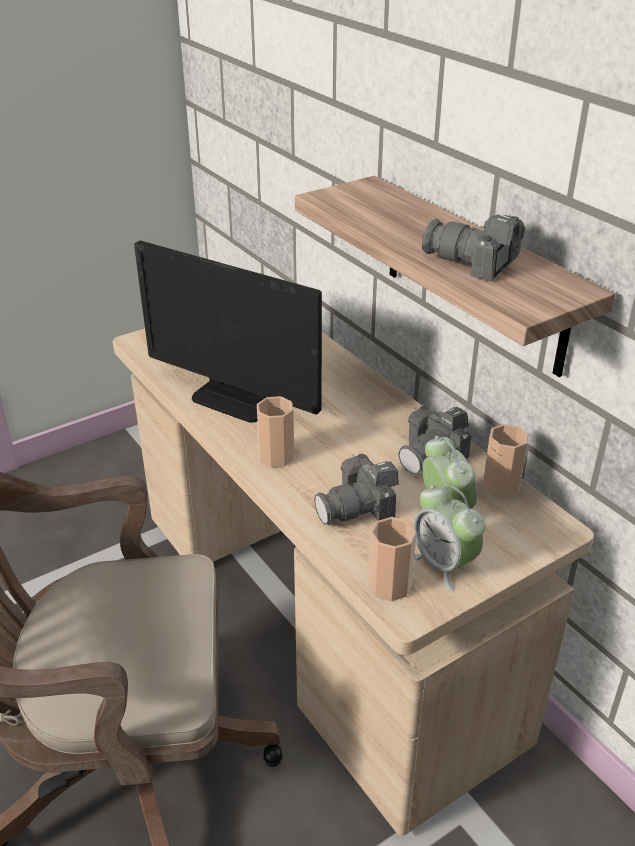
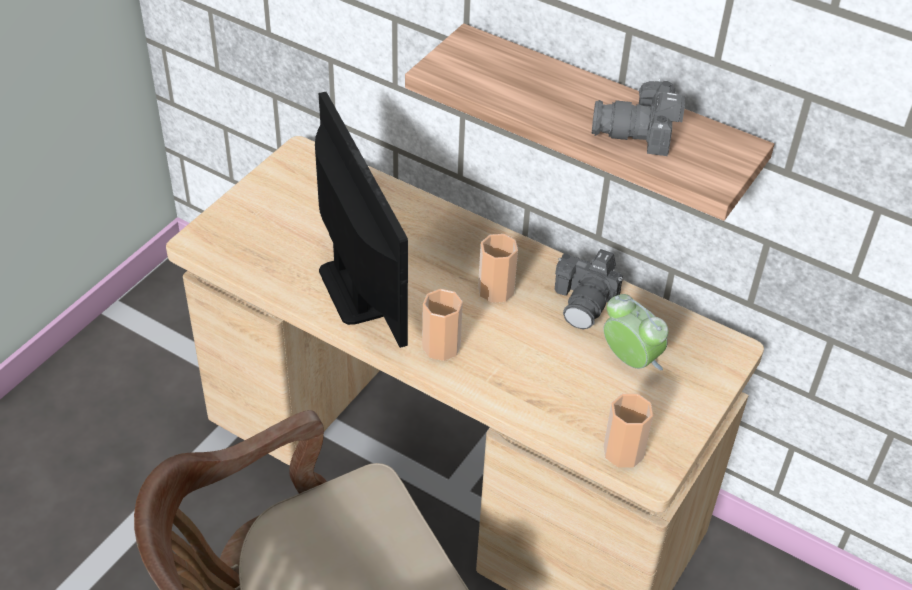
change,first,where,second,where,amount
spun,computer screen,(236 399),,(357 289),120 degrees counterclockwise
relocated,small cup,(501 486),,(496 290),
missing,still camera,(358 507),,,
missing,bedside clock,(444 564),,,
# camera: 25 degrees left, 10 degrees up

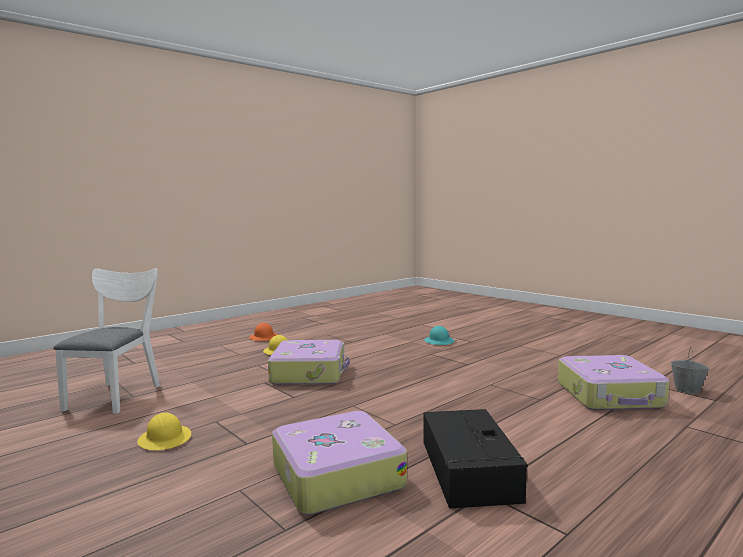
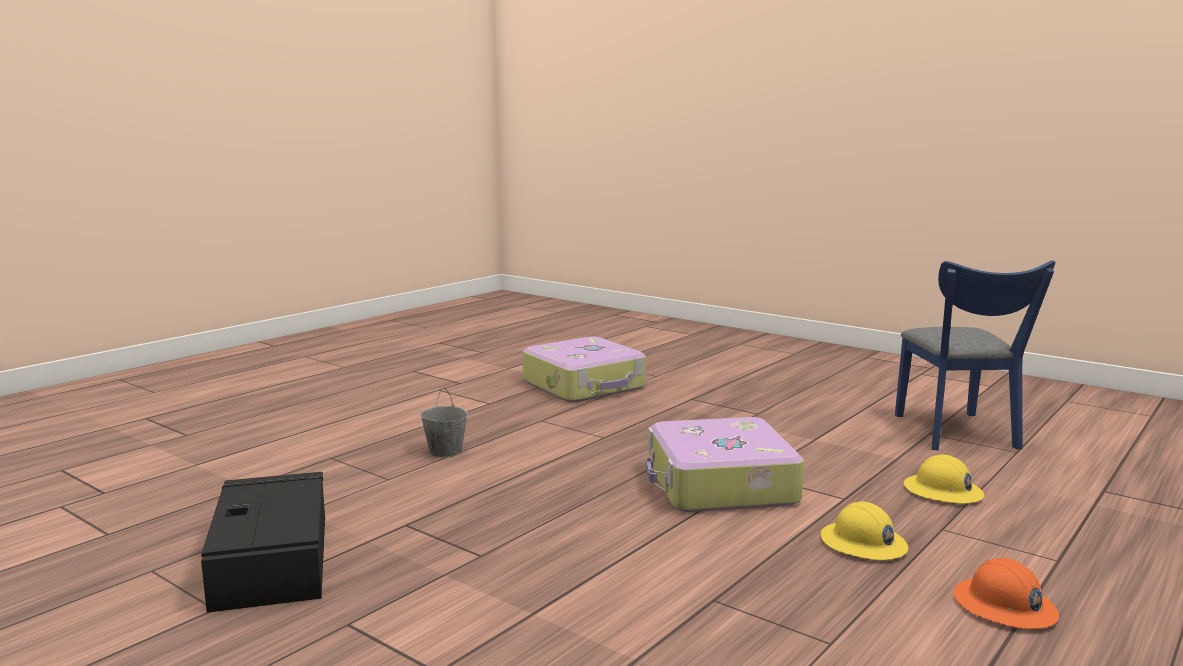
change,first,where,second,where,amount
colour,chair/whitish,(117 395),chair/bluish,(958 434),
missing,safety helmet/turquoise-coloured,(439 341),,,
relocated,water bucket/greyish,(687 390),,(445 451),
missing,travel case,(610 395),,,
relocated,storage container/black,(469 470),,(272 559),
relocated,safety helmet/yellowish,(165 439),,(943 491),
# camera: 170 degrees right, 5 degrees up

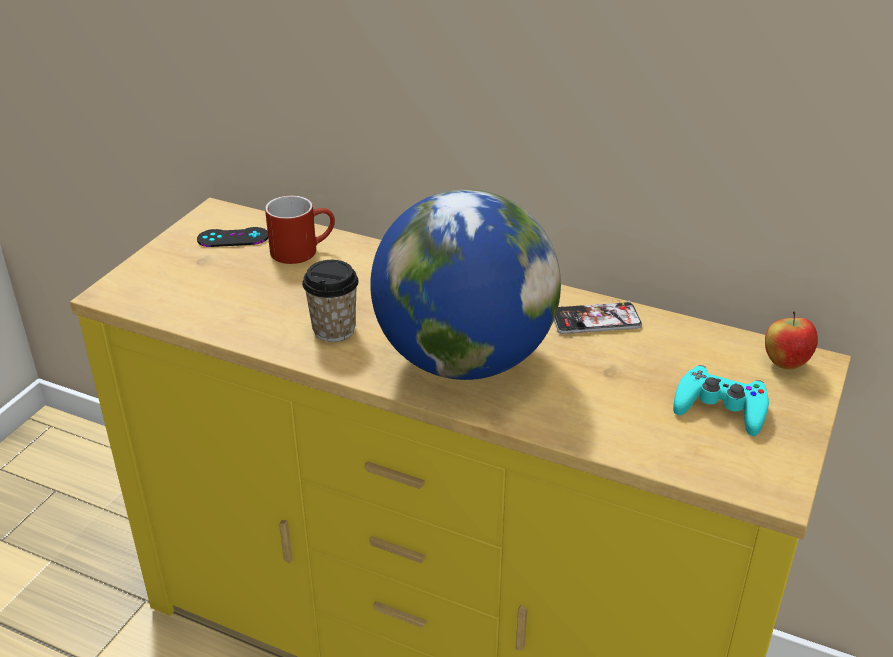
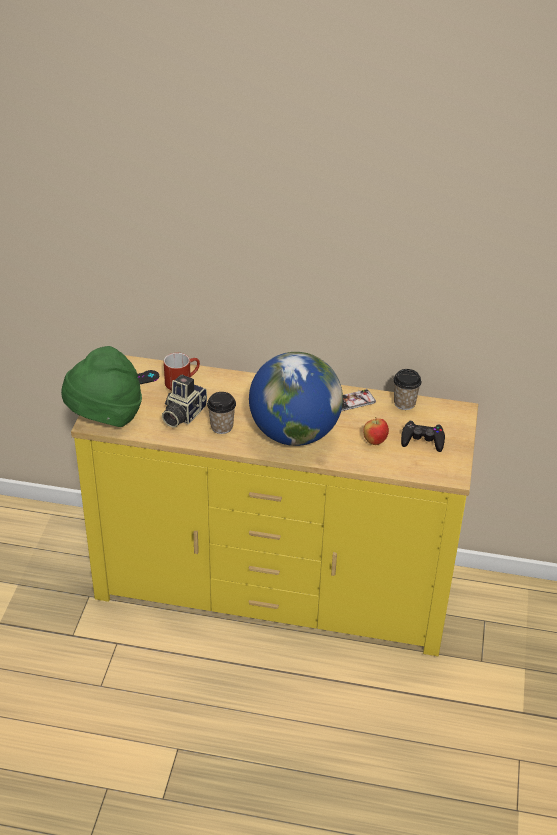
change,first,where,second,where,amount
relocated,apple fruit,(785 363),,(375 441),
colour,gamepad/turquoise-coloured,(720 408),gamepad/black,(422 440),
appeared,,,wearable hat/greenish,(105 416),
appeared,,,small cup,(404 403),
appeared,,,still camera,(182 414),
# camera: 15 degrees left, 5 degrees up

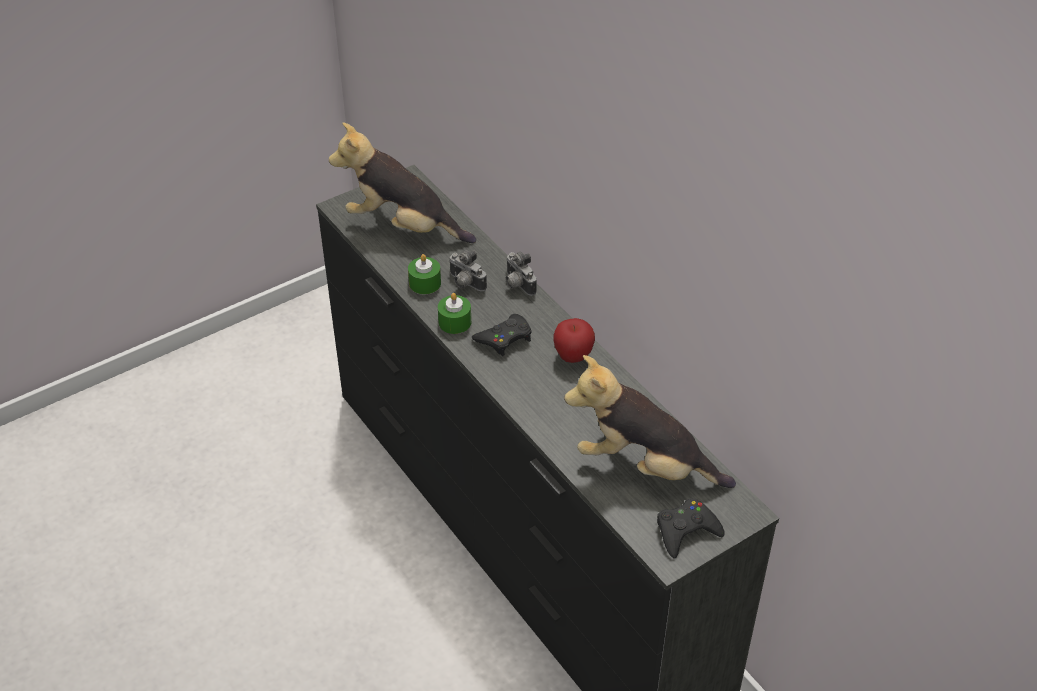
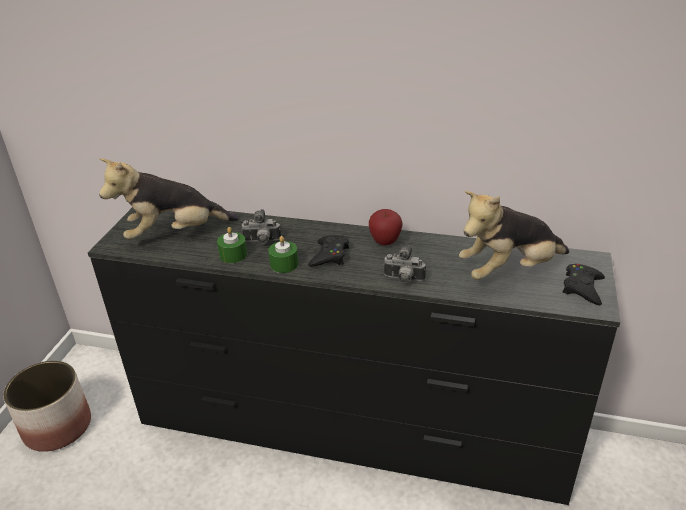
change,first,where,second,where,amount
relocated,still camera,(517 285),,(403 279),
appeared,,,plant pot,(58 426),
# camera: 40 degrees left, 10 degrees down

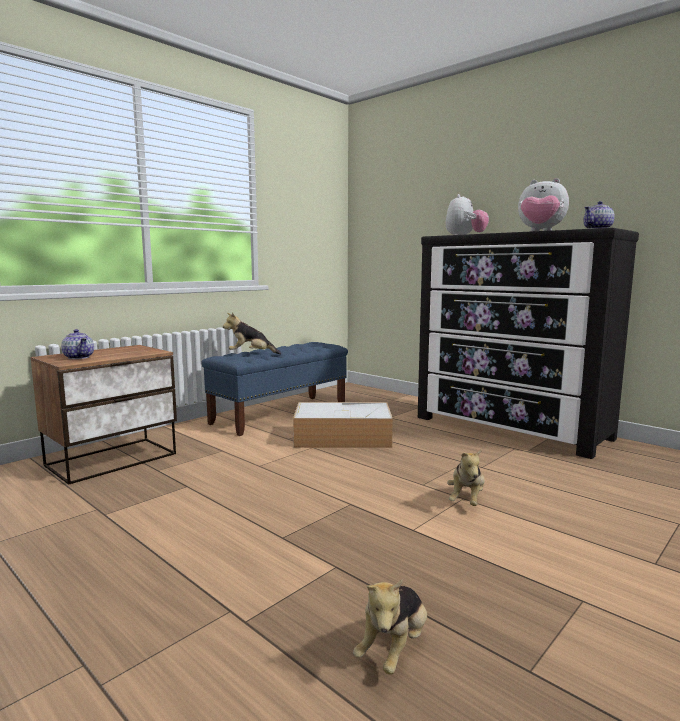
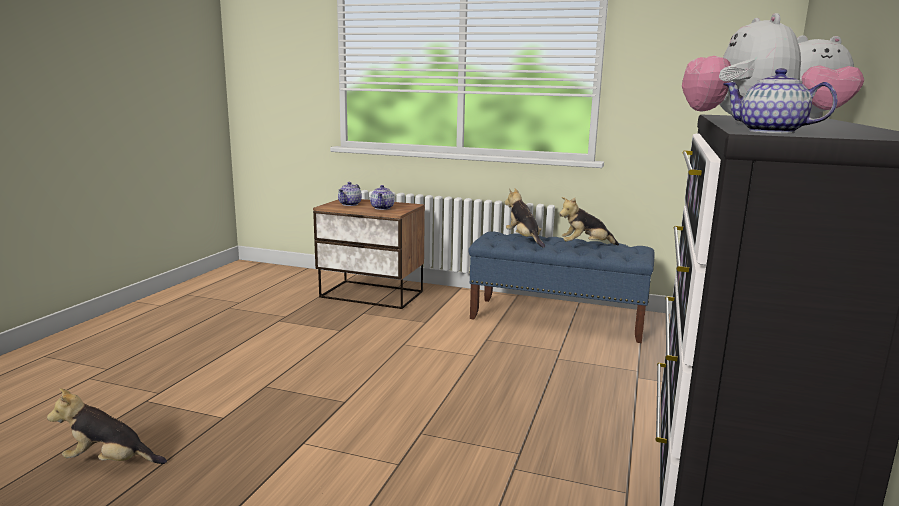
change,first,where,second,where,amount
missing,storage container,(344 437),,,
relocated,cuddly toy,(466 500),,(585 246),
appeared,,,tea pot,(382 208),
# camera: 65 degrees right, 5 degrees up

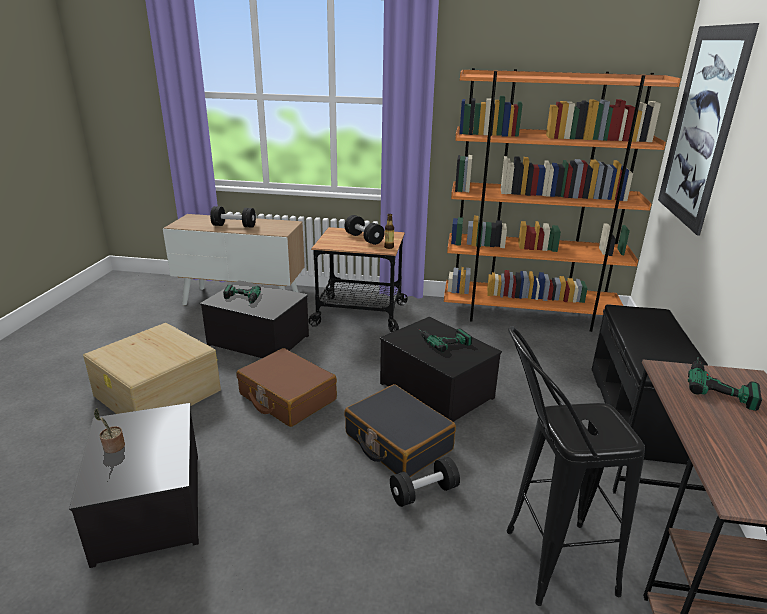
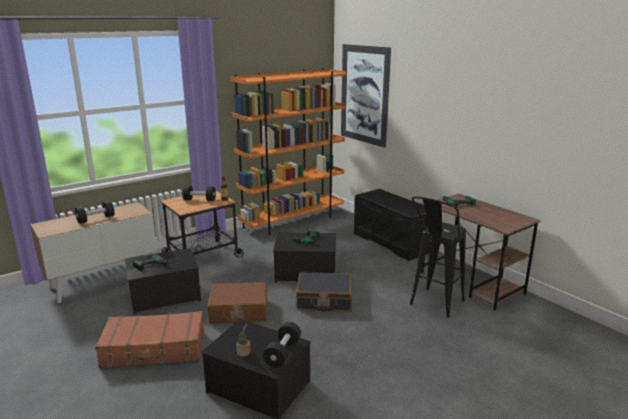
change,first,where,second,where,amount
exchanged,storage container/beige-coloured,(158 393),travel case/brown-coloured,(154 349),
relocated,dumbbell/black,(424 492),,(282 353),
# camera: 45 degrees left, 5 degrees down

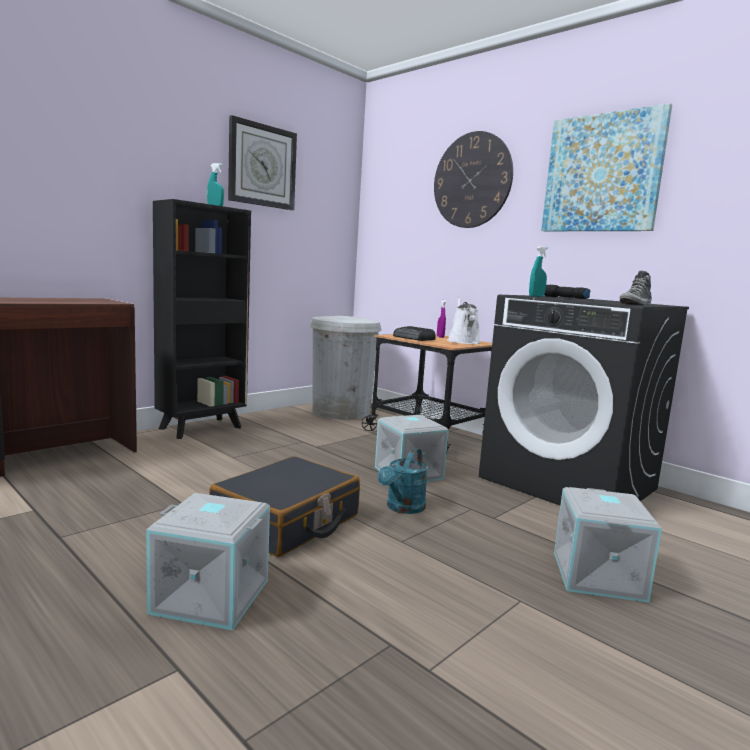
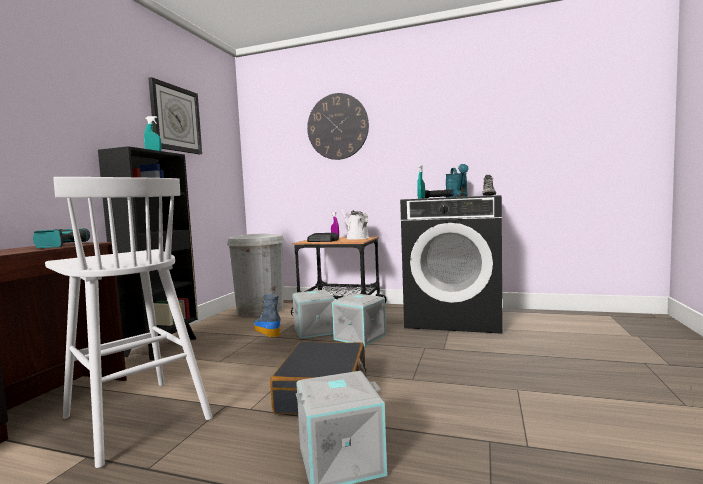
change,first,where,second,where,amount
missing,picture,(602 173),,,
relocated,watering pot/turquoise-coloured,(403 508),,(458 197),
relocated,storage container/greyish,(600 576),,(315 330),
appeared,,,stool/whitish,(135 417),
appeared,,,power drill,(55 246),
appeared,,,tall boot,(266 331),
# camera: 25 degrees left, 5 degrees down

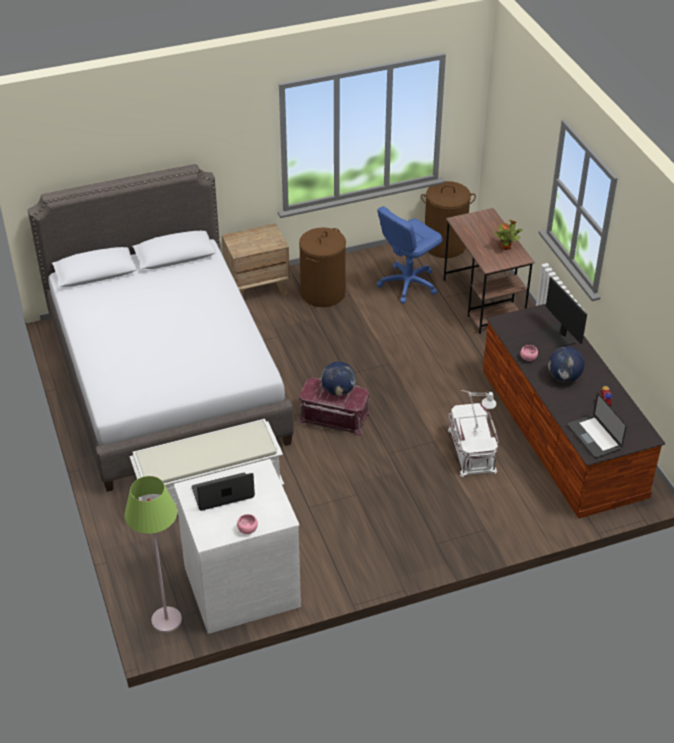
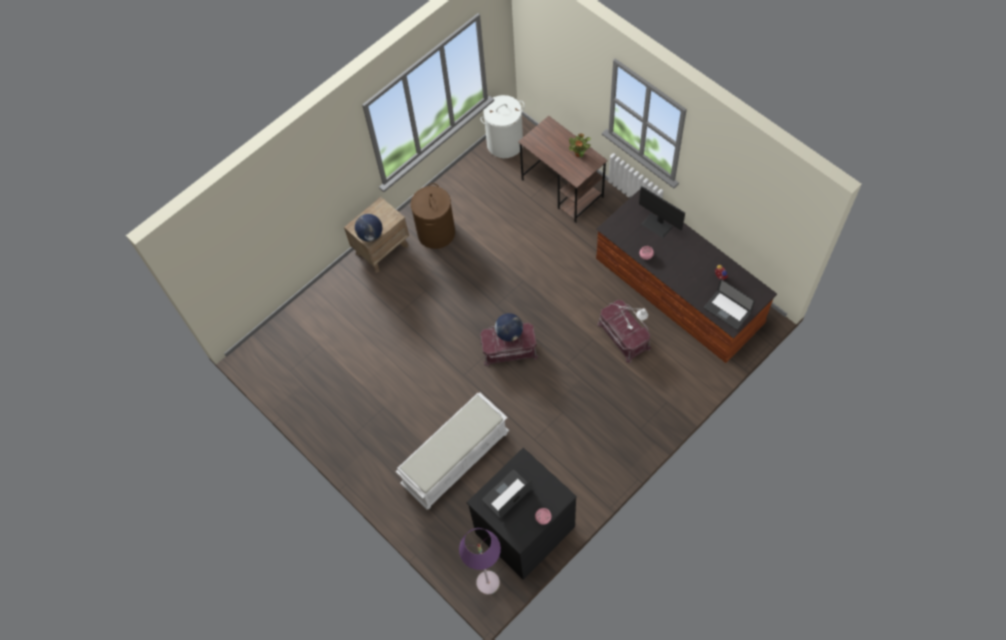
change,first,where,second,where,amount
missing,sleeping bed/greyish,(166 380),,,
colour,laundry basket/brown-coloured,(444 245),laundry basket/whitish,(505 143),
missing,desk chair/bluish,(408 284),,,
relocated,world globe,(564 377),,(370 235),
colour,storage container/whitish,(470 450),storage container/red,(623 336),
colour,dresser/whitish,(241 585),dresser/black,(524 528),
colour,standing lamp/greenish,(166 620),standing lamp/purple-coloured,(487 582),
# camera: 20 degrees left, 20 degrees up

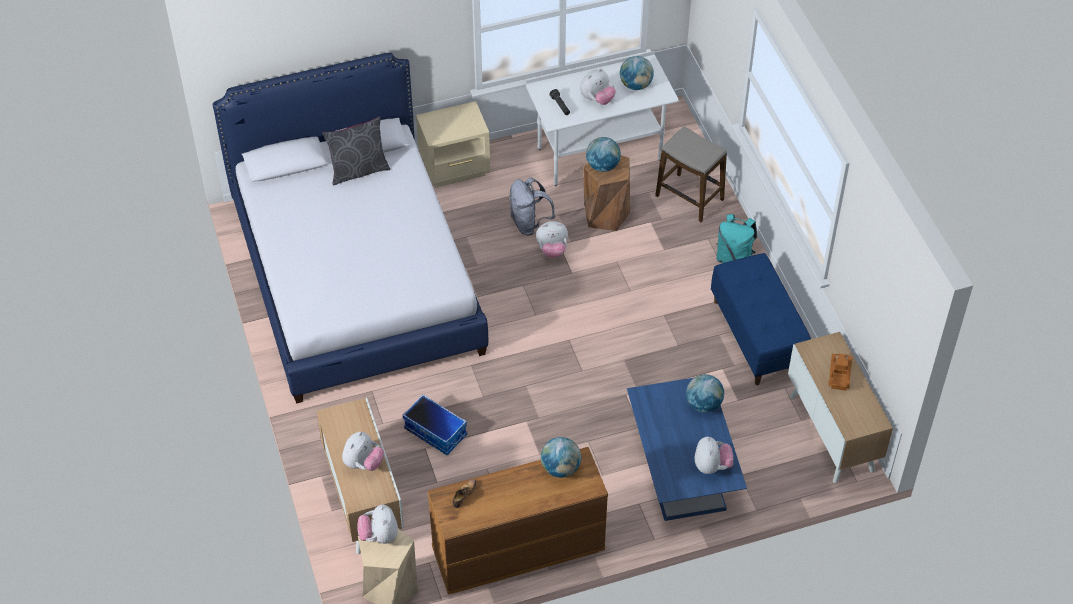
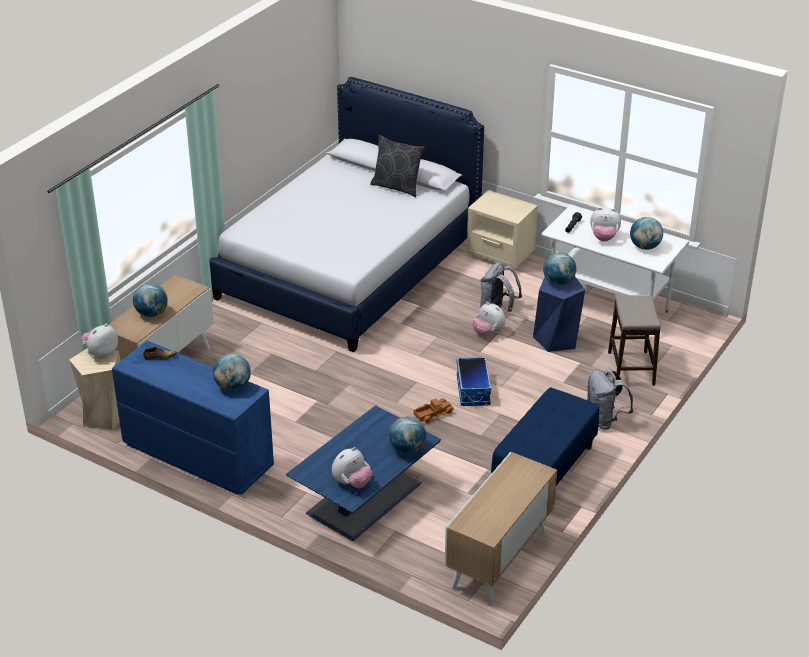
change,first,where,second,where,amount
colour,stool/brown-coloured,(606 214),stool/bluish,(556 339),
colour,knapsack/turquoise-coloured,(734 258),knapsack/greyish,(604 420),
relocated,model truck,(839 374),,(433 414),
relocated,storage container,(436 432),,(473 390),
exchanged,cuddly toy,(363 463),world globe,(152 313),
colour,dresser/brown-coloured,(517 550),dresser/bluish,(197 455),
# camera: 50 degrees right, 15 degrees down

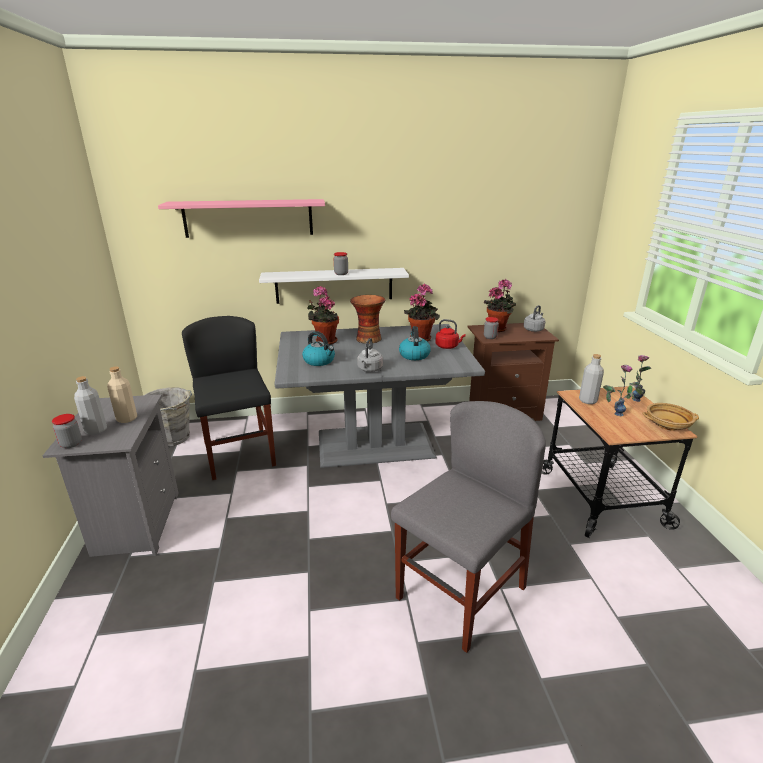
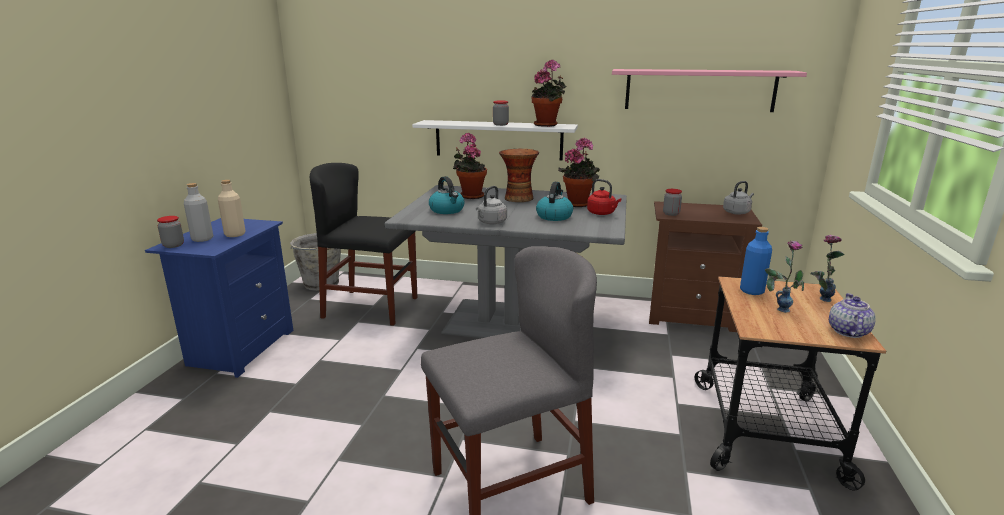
change,first,where,second,where,amount
relocated,wall shelf/pink-coloured,(248 218),,(699 90),
relocated,plant in a pot,(498 329),,(548 125),
spun,chair/black,(239 453),,(371 307),75 degrees counterclockwise
colour,drink bottle/greyish,(587 400),drink bottle/bluish,(752 291),
colour,bedside table/greyish,(136 524),bedside table/bluish,(239 348),
exchanged,bowl/beige-coloured,(667 425),tea pot,(847 332),
# camera: 20 degrees right, 5 degrees down

